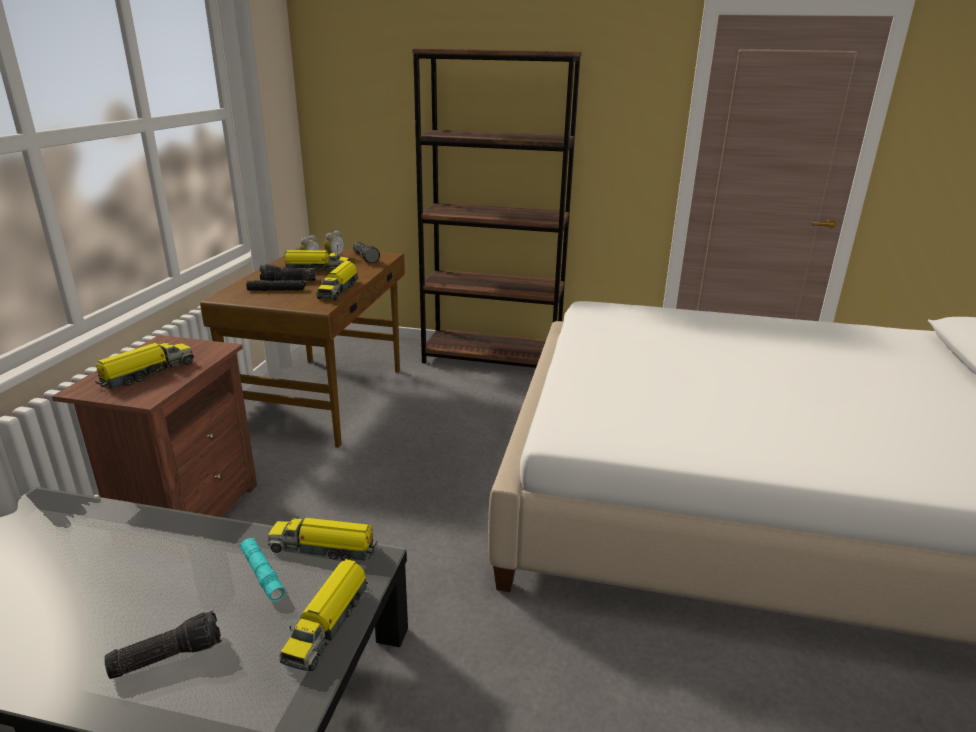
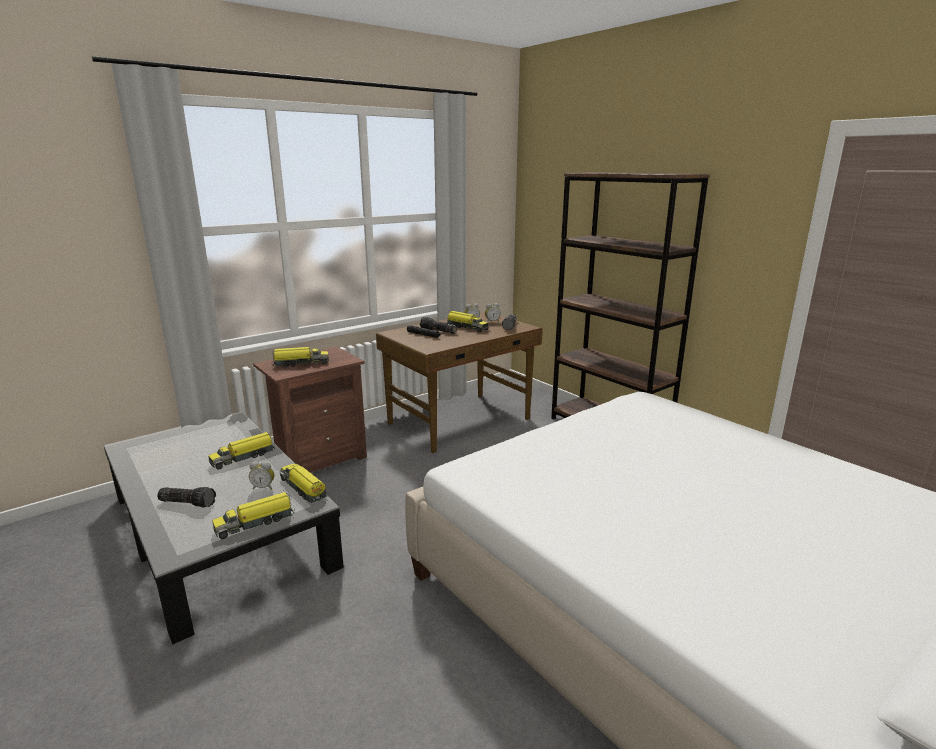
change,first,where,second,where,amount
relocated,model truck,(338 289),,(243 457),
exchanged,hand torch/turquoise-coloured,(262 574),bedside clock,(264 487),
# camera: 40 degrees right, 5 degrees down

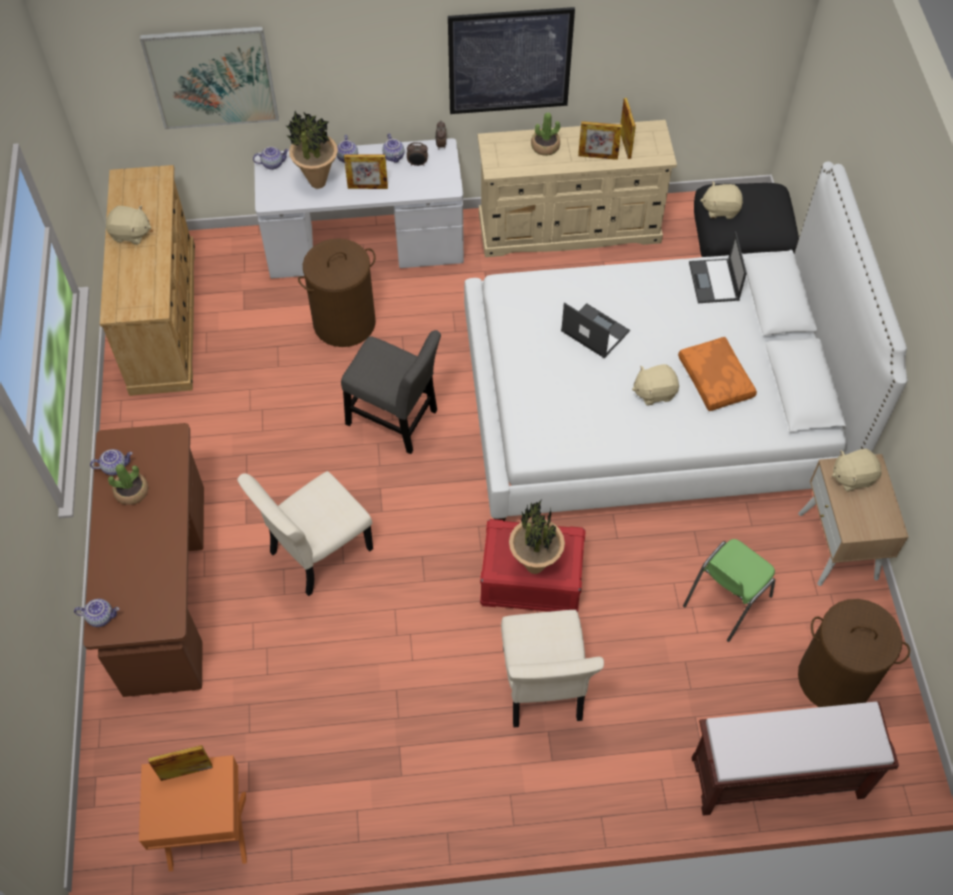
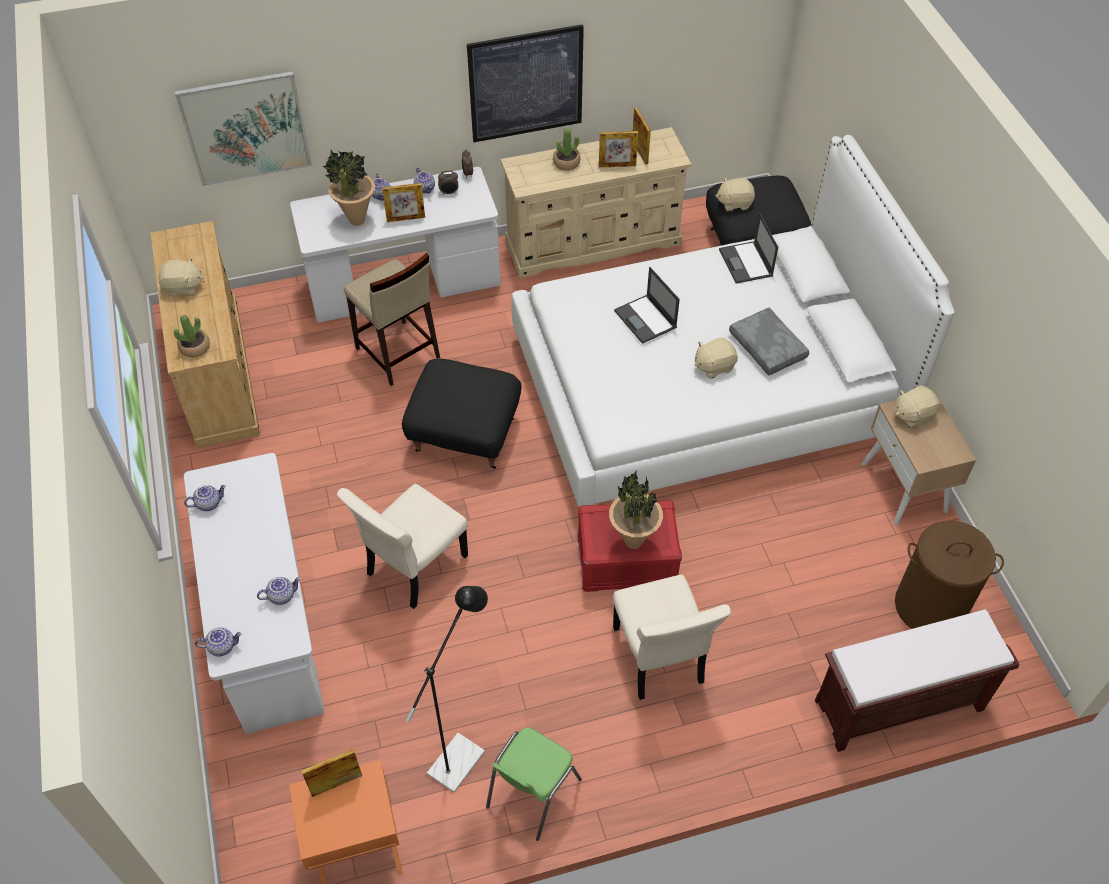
change,first,where,second,where,amount
relocated,tea pot,(273 164),,(282 595),
exchanged,laundry basket/brown-coloured,(344 323),stool/beige-coloured,(397 354),
spun,portable computer,(594 331),,(646 319),150 degrees counterclockwise
exchanged,chair/greyish,(395 420),ottoman/black,(465 434),
colour,throw pillow/orange-coloured,(716 379),throw pillow/greyish,(768 347),
colour,desk/brown-coloured,(165 587),desk/whitish,(268 623),
relocated,plant in a pot,(131 491),,(195 347),
relocated,chair/greenish,(725 601),,(532 793),
appeared,,,standing lamp/black,(462 754),
# camera: 10 degrees left, 5 degrees down

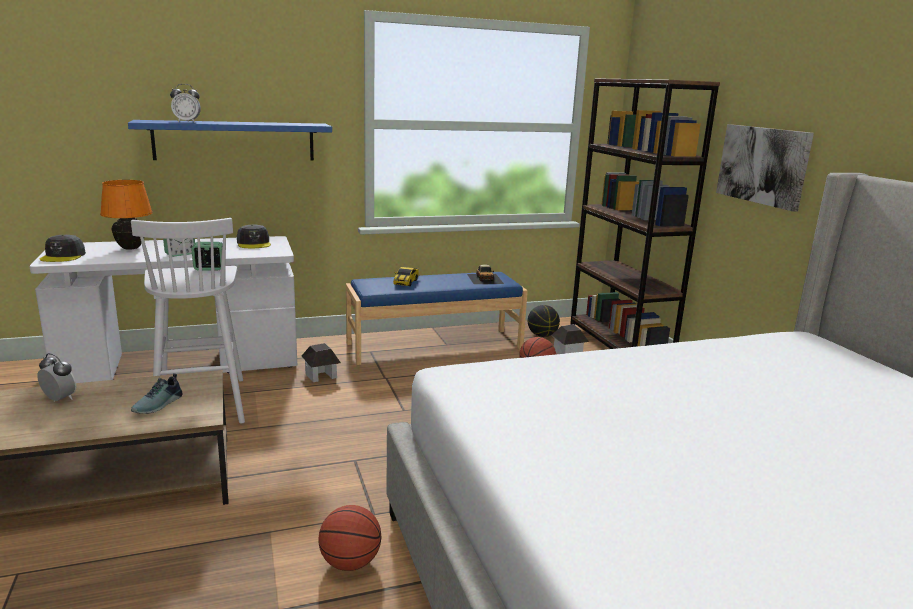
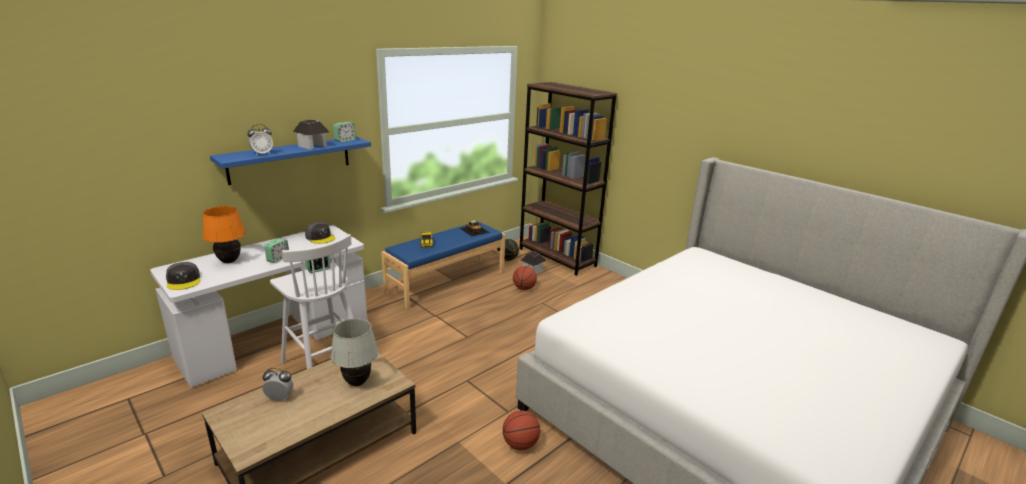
change,first,where,second,where,amount
missing,picture,(763 165),,,
relocated,model house,(321 375),,(312 146),
exchanged,item of footwear,(159 405),lamp for a table/whitish,(357 382),
appeared,,,bedside clock,(345 140),
# camera: 25 degrees left, 5 degrees up

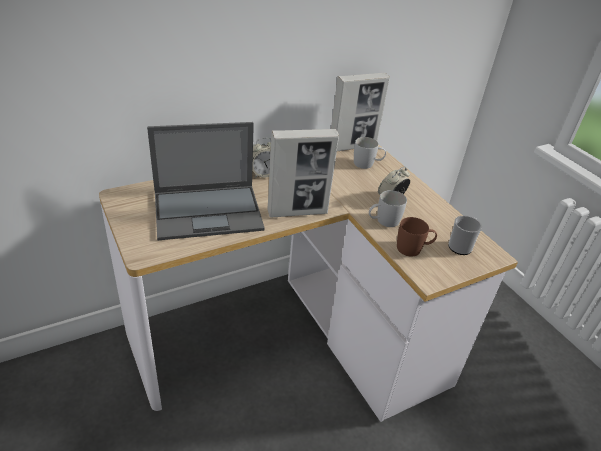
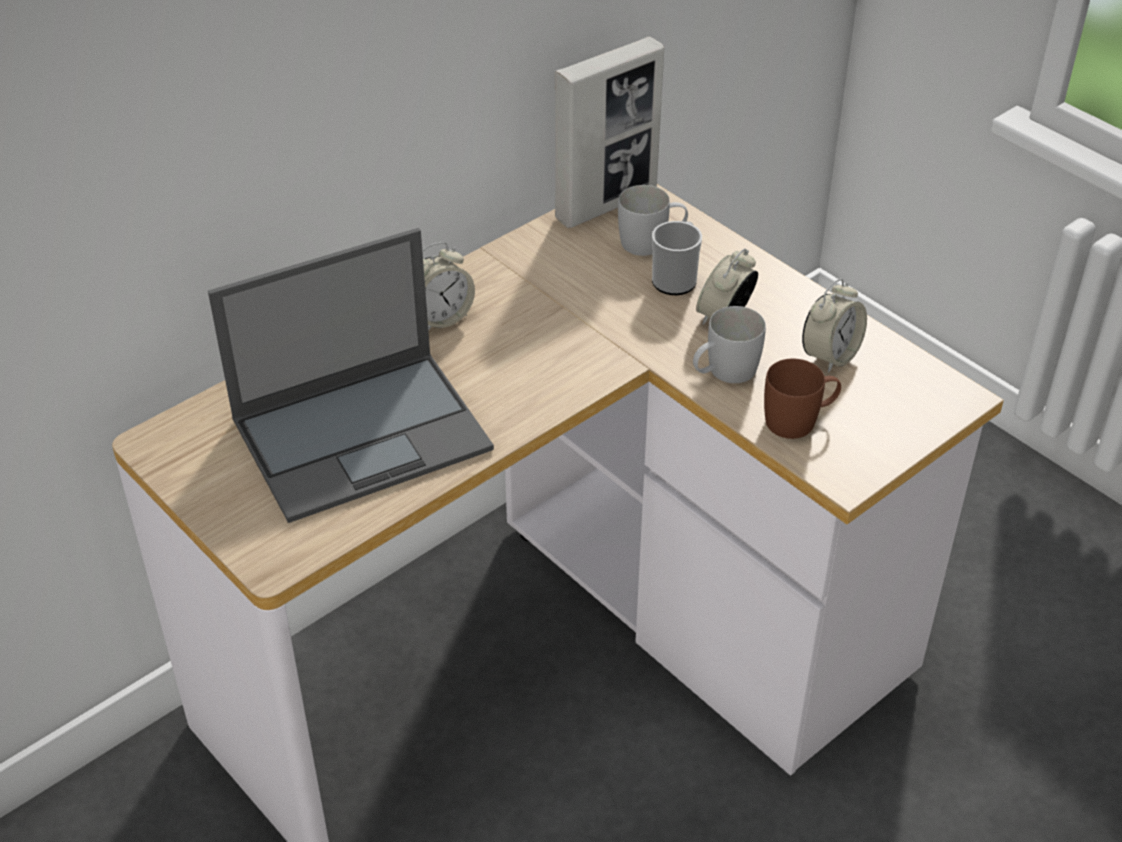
change,first,where,second,where,amount
missing,picture frame,(297 212),,,
relocated,tea mug,(461 246),,(676 278),
appeared,,,bedside clock,(830 356),
# camera: 10 degrees left, 5 degrees up

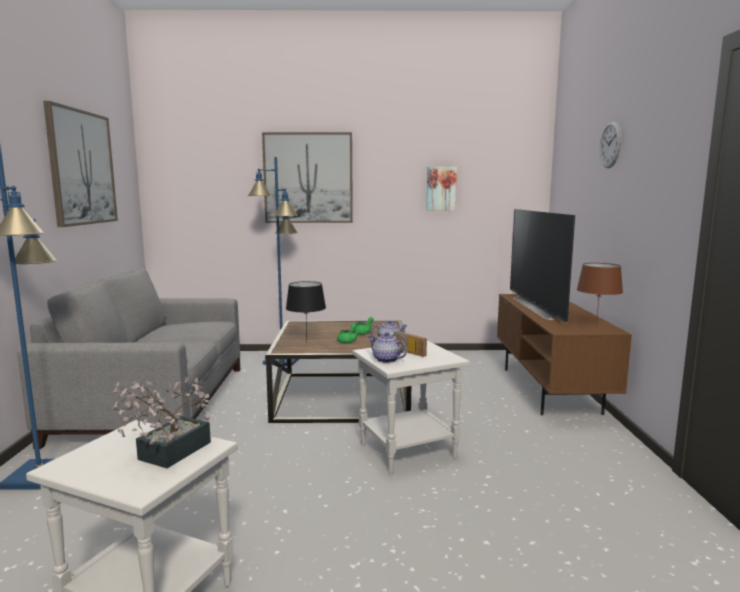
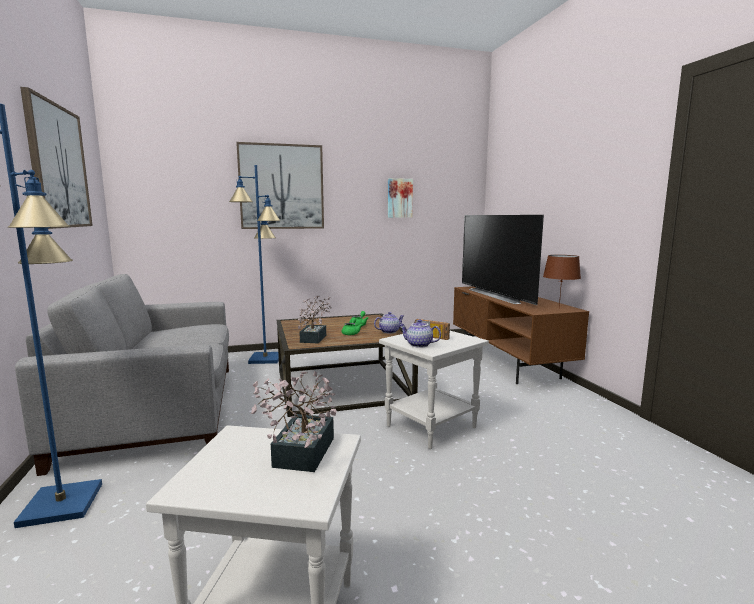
change,first,where,second,where,amount
missing,clock on the wall,(610 144),,,
exchanged,lamp for a table/black,(306 343),plant in a pot,(315 337),
# camera: 15 degrees left, 0 degrees up

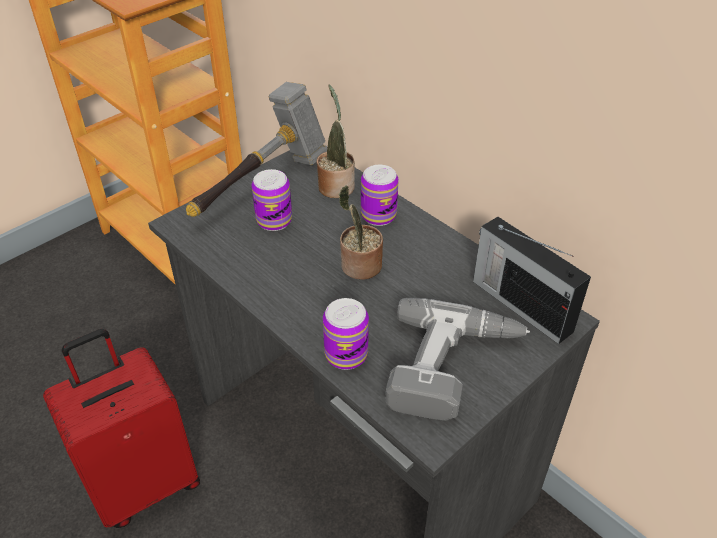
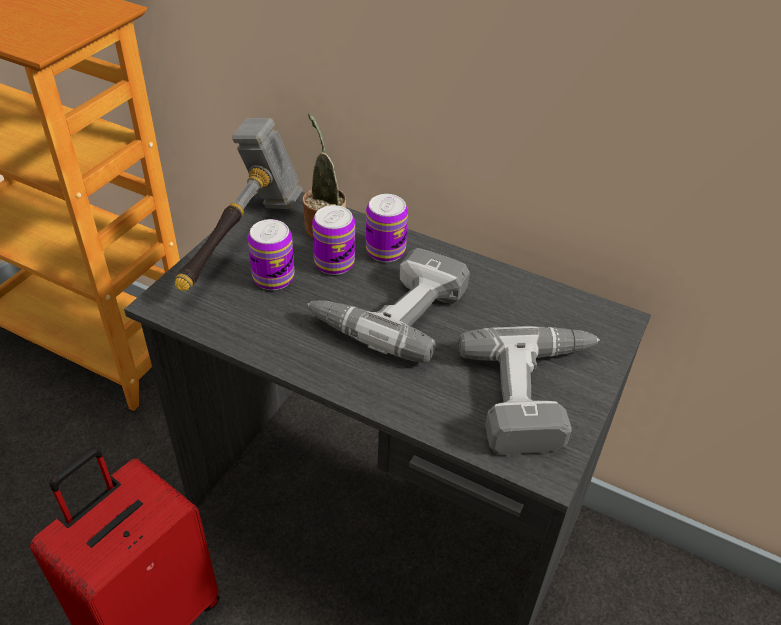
change,first,where,second,where,amount
exchanged,plant in a pot,(359 267),power drill,(391 310),
missing,radio set,(520 304),,,
relocated,metal can,(346 354),,(334 263),
# camera: 20 degrees left, 0 degrees up

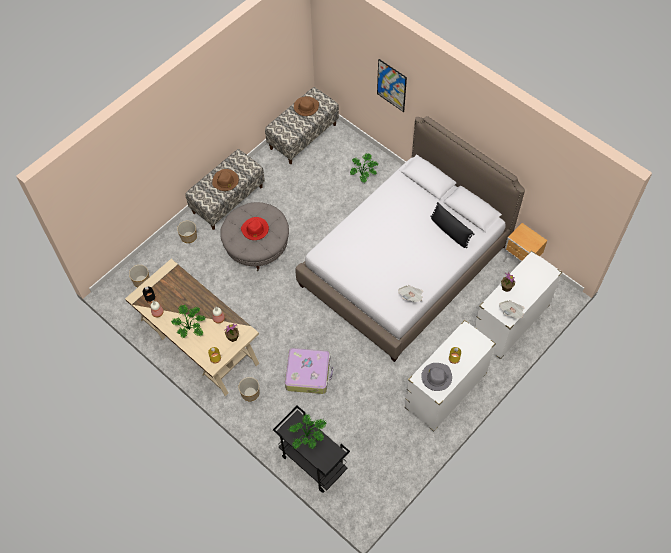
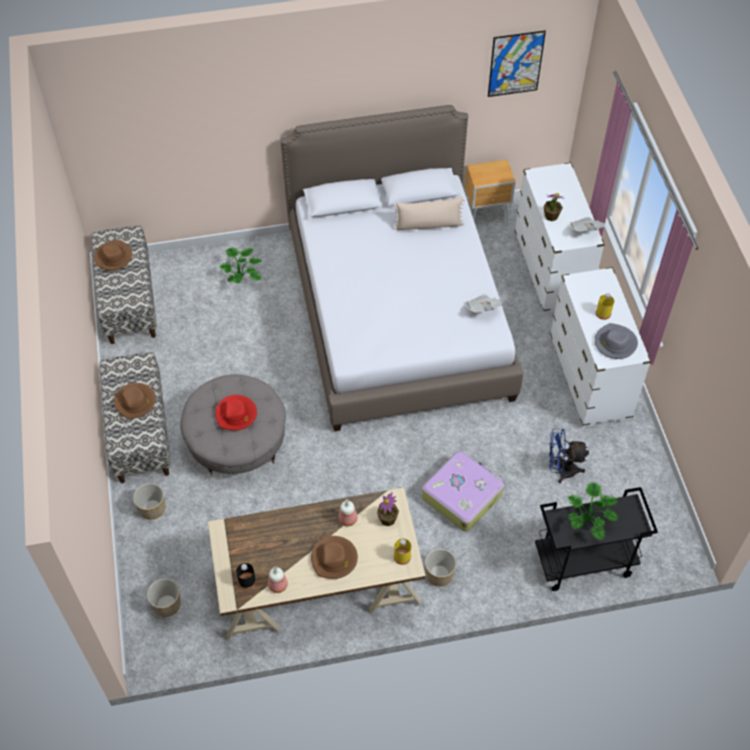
change,first,where,second,where,amount
relocated,picture,(391 85),,(515 64),
colour,throw pillow/black,(450 231),throw pillow/beige-coloured,(428 225),
exchanged,plant in a pot,(191 328),wearable hat/brown-coloured,(334 559),
appeared,,,cooling fan/bluish,(561 470),
# camera: 55 degrees left, 5 degrees down

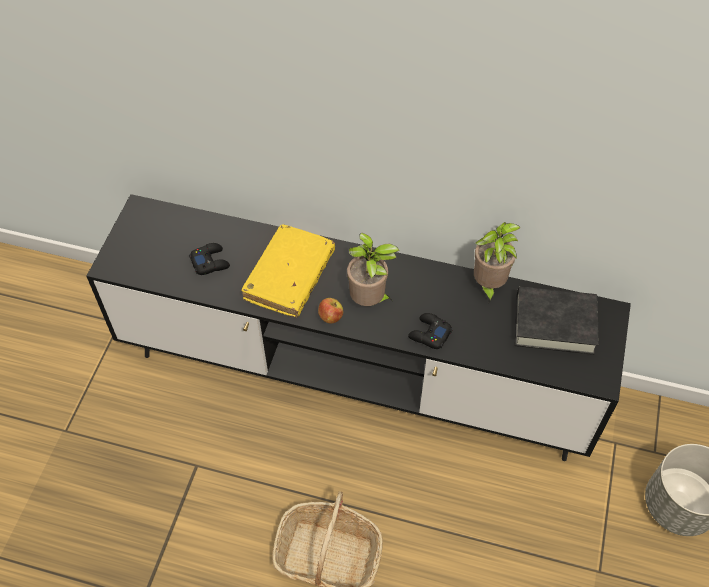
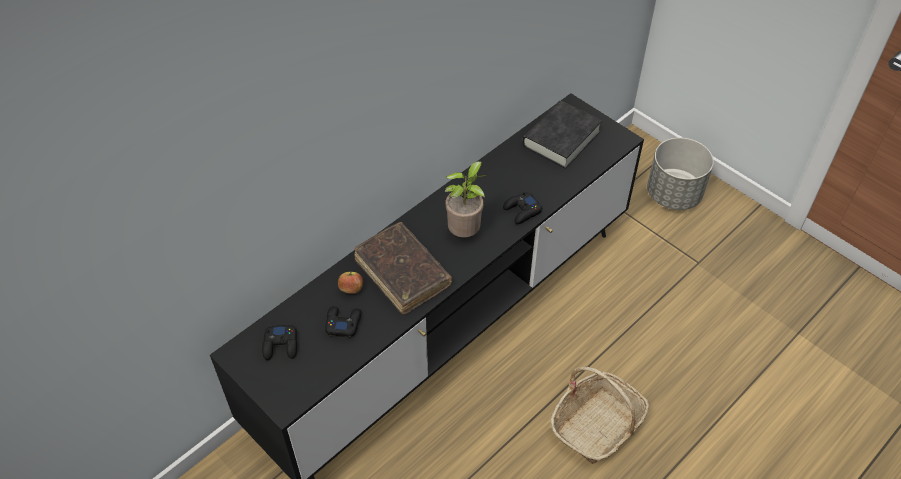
change,first,where,second,where,amount
missing,plant in a pot,(488 285),,,
colour,book/yellowish,(289 277),book/brown-coloured,(402 273),
relocated,apple fruit,(330 317),,(351 289),
appeared,,,gamepad/black,(281 345),
# camera: 60 degrees left, 5 degrees down

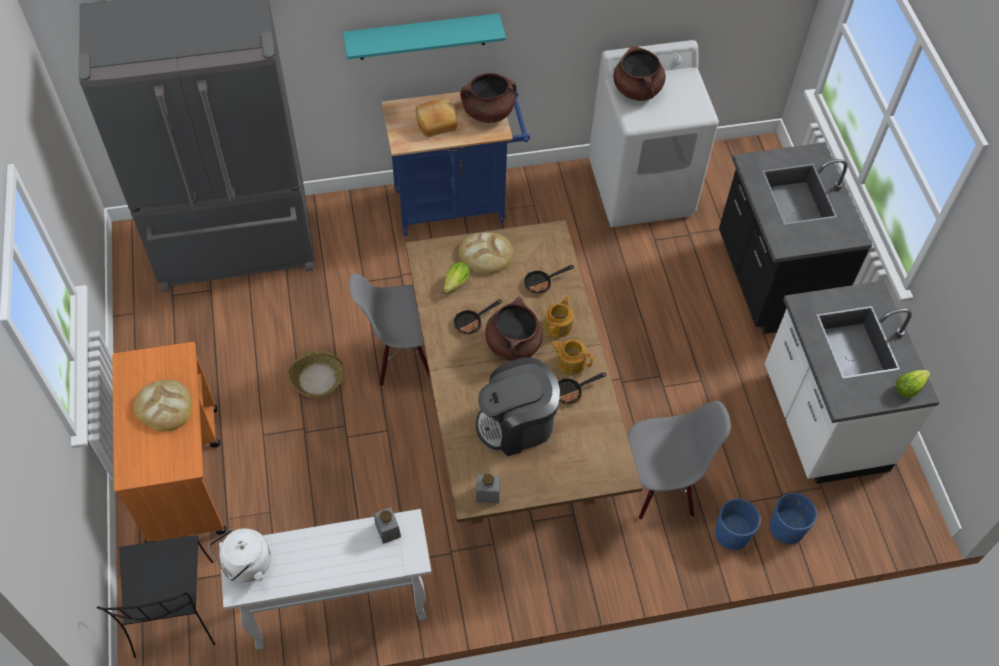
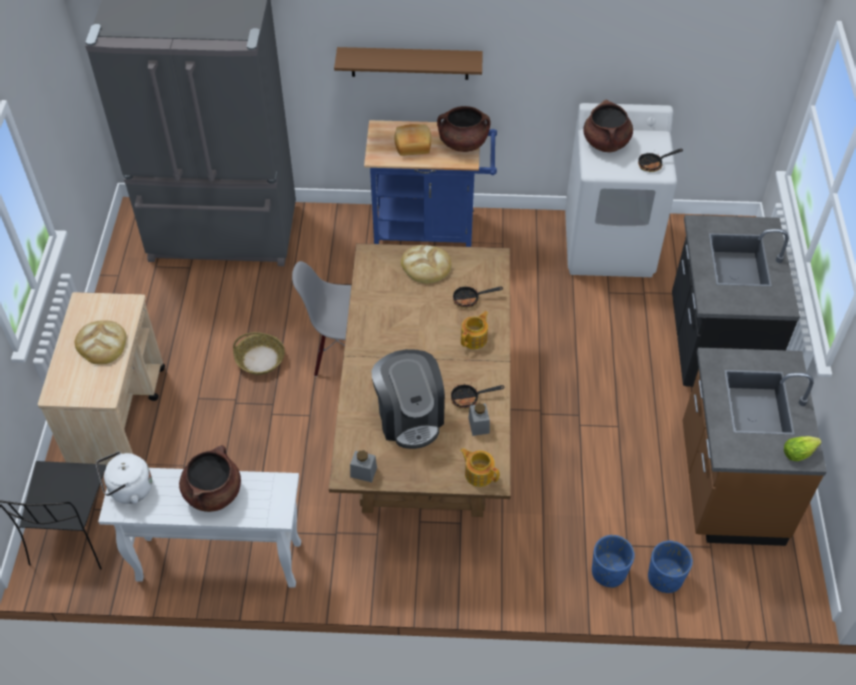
change,first,where,second,where,amount
colour,wall shelf/turquoise-coloured,(422 37),wall shelf/brown-coloured,(409 63),
missing,lettuce head,(455 285),,,
colour,kitchen base unit/whitish,(821 421),kitchen base unit/brown-coloured,(728 485),
relocated,cooking pot/brown-coloured,(513 344),,(213 492),
relocated,frying pan,(472 322),,(653 164),
relocated,tea pot,(570 362),,(479 473),
colour,trolley/orange-coloured,(183 473),trolley/beige-coloured,(119 418),
spun,coffee maker,(517 424),,(409 417),105 degrees counterclockwise
missing,chair/greyish,(660 487),,,
relocated,preserve jar/greyish,(387 530),,(478 425),
# camera: 15 degrees right, 5 degrees down

